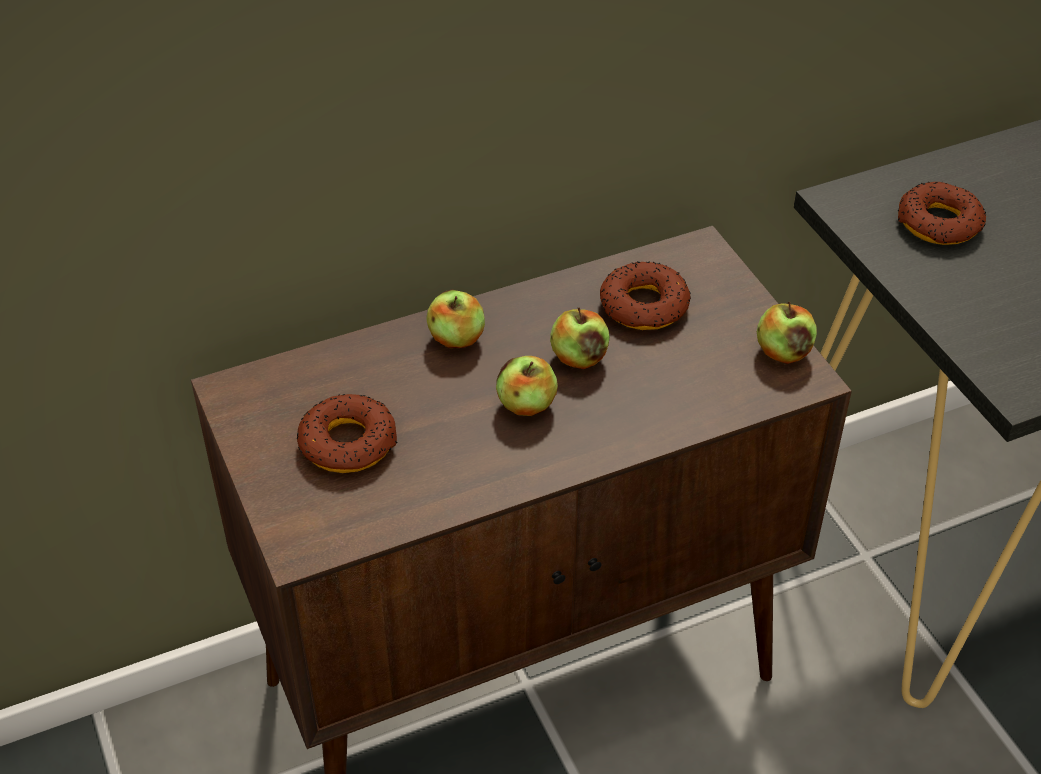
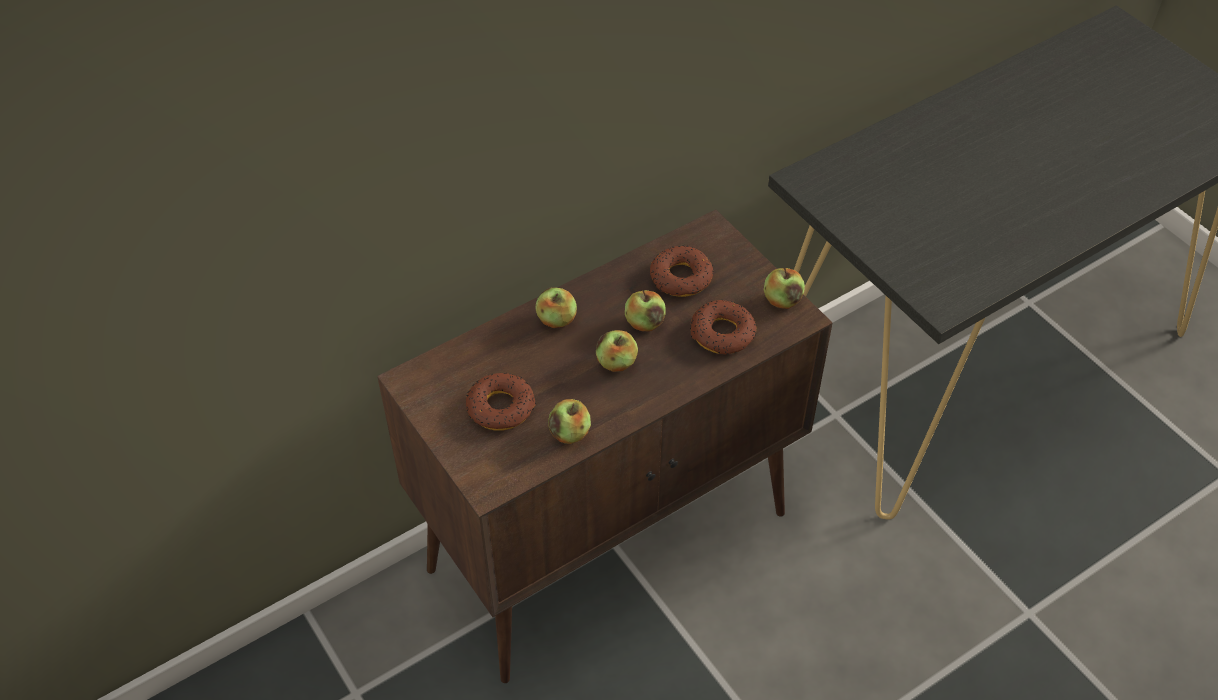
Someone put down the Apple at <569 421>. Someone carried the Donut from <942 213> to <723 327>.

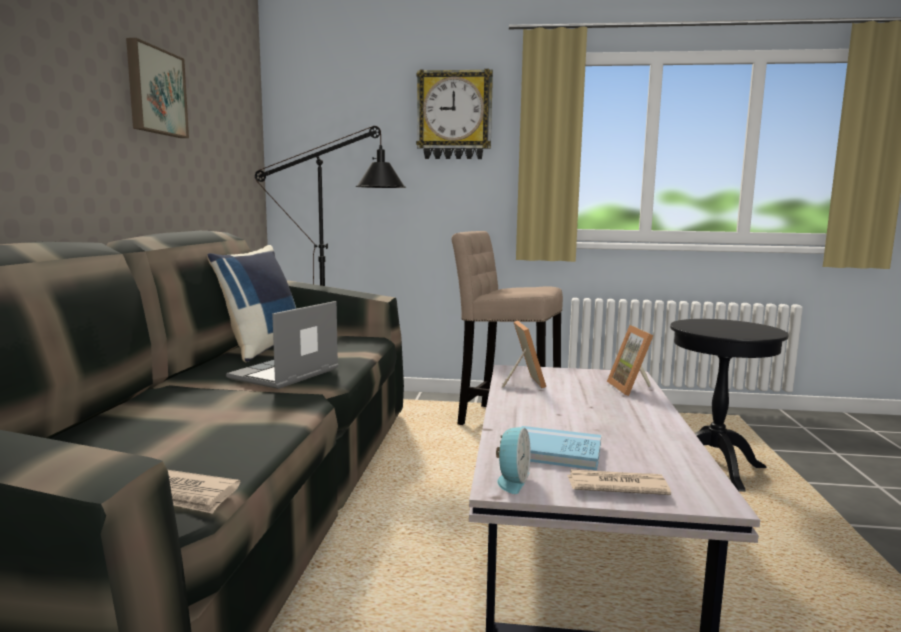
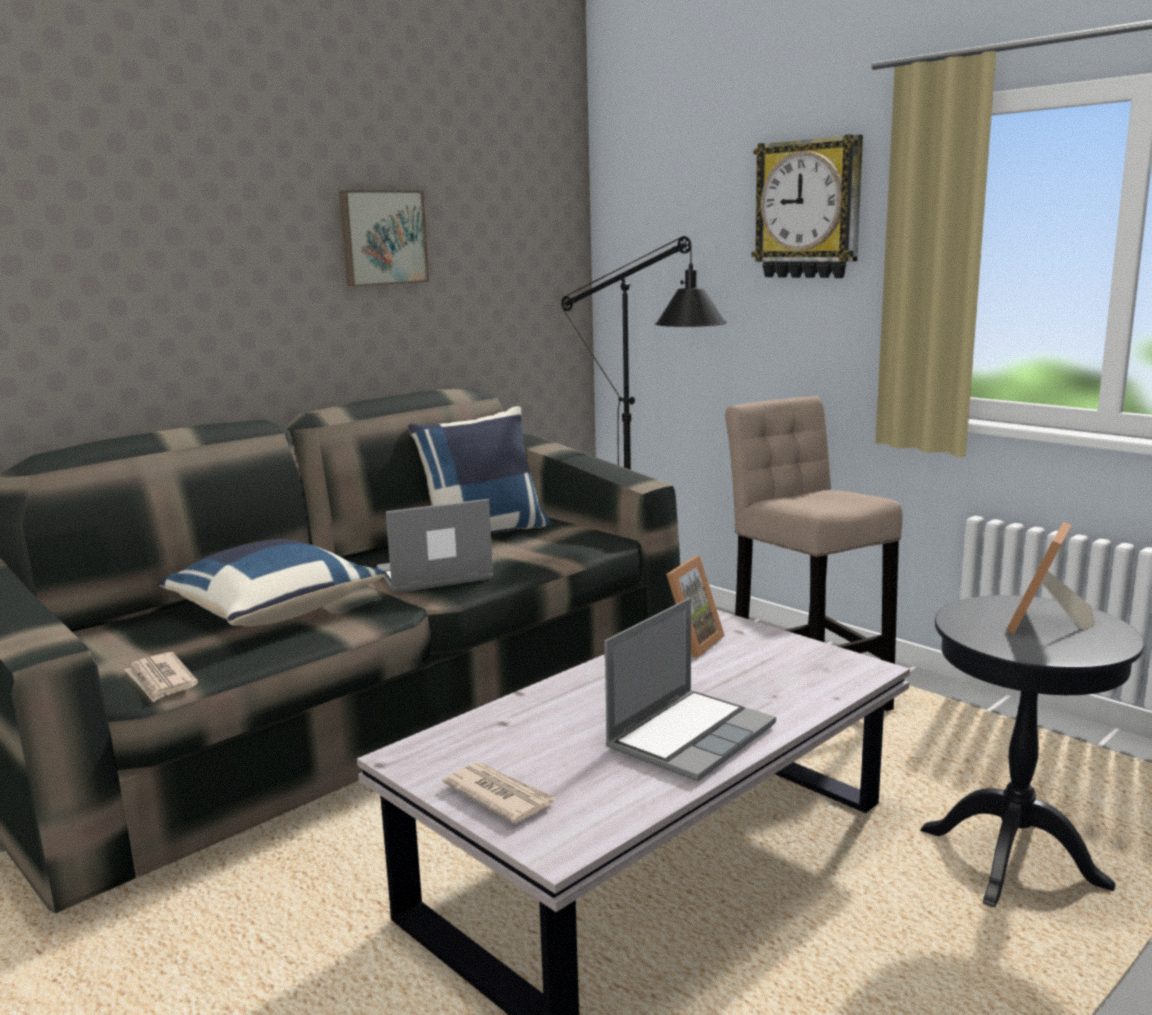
Someone put down the BluePillow at <272 582>. Someone put down the Laptop at <690 689>. Someone carried the PictureFrame from <630 360> to <1051 578>. Someone took away the AlarmClock at <513 460>. Someone took away the BlueBook at <561 448>.

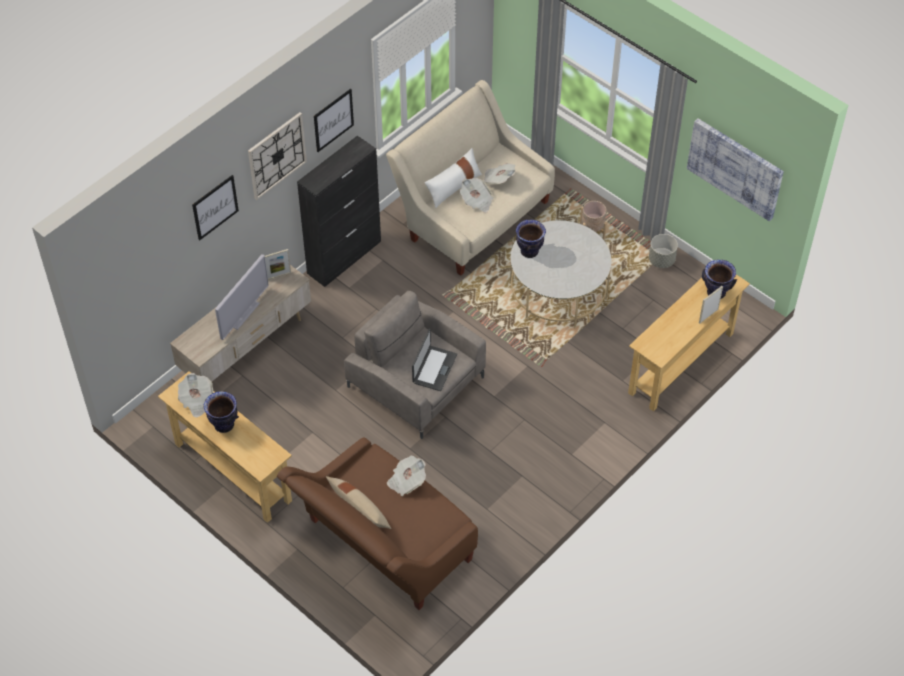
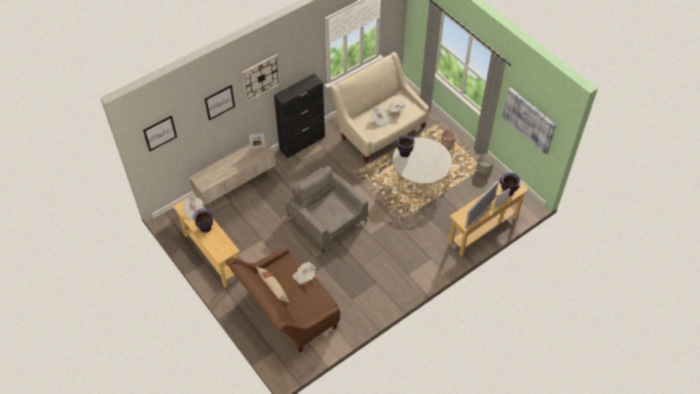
Someone carried the Picture from <334 120> to <160 133>. Someone carried the Television from <242 297> to <482 204>. Someone took away the Laptop at <434 360>. Someone took away the WhitePillow at <453 178>.

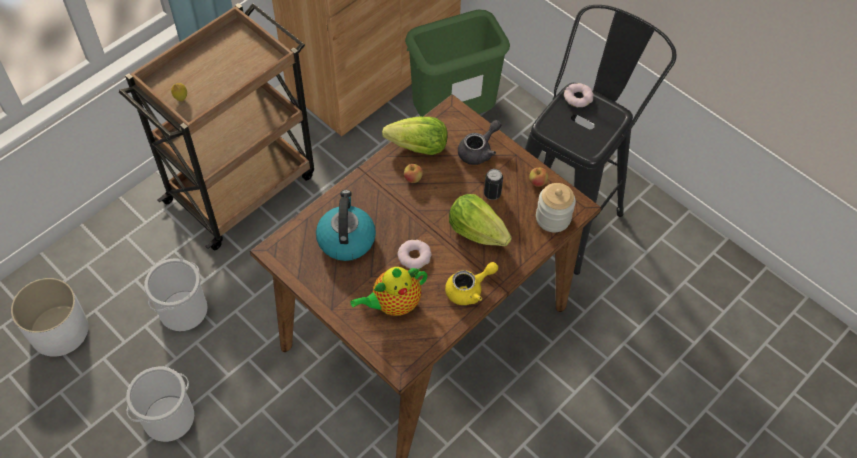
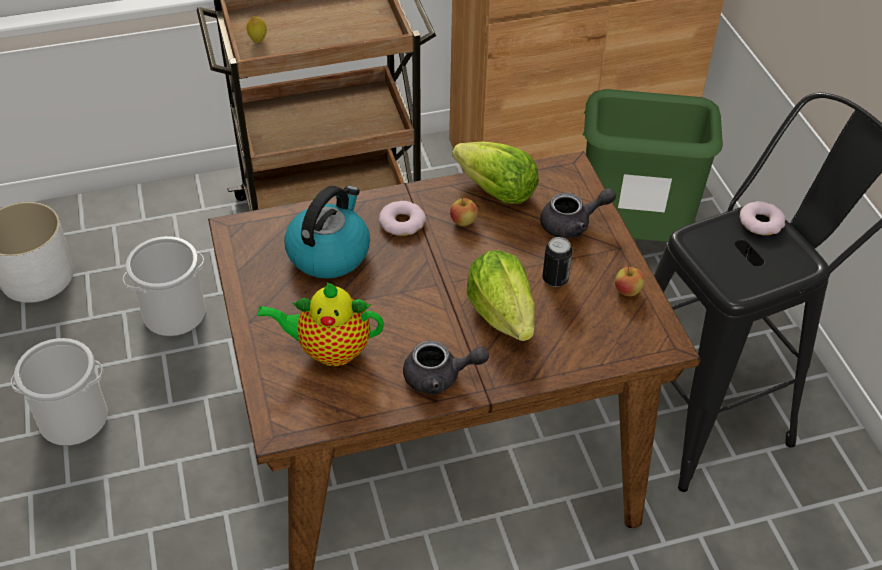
Someone carried the Donut from <415 254> to <402 218>. Someone repainted the YellowTeapot at <471 283>, which became the GreyTeapot at <446 367>. Someone took away the Jar at <556 207>.

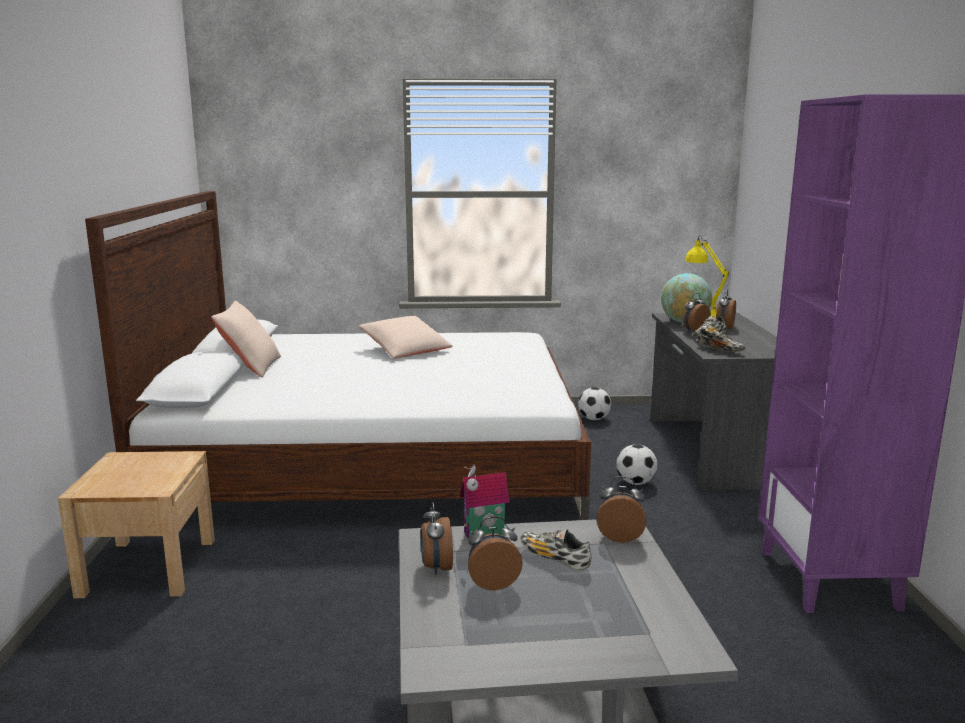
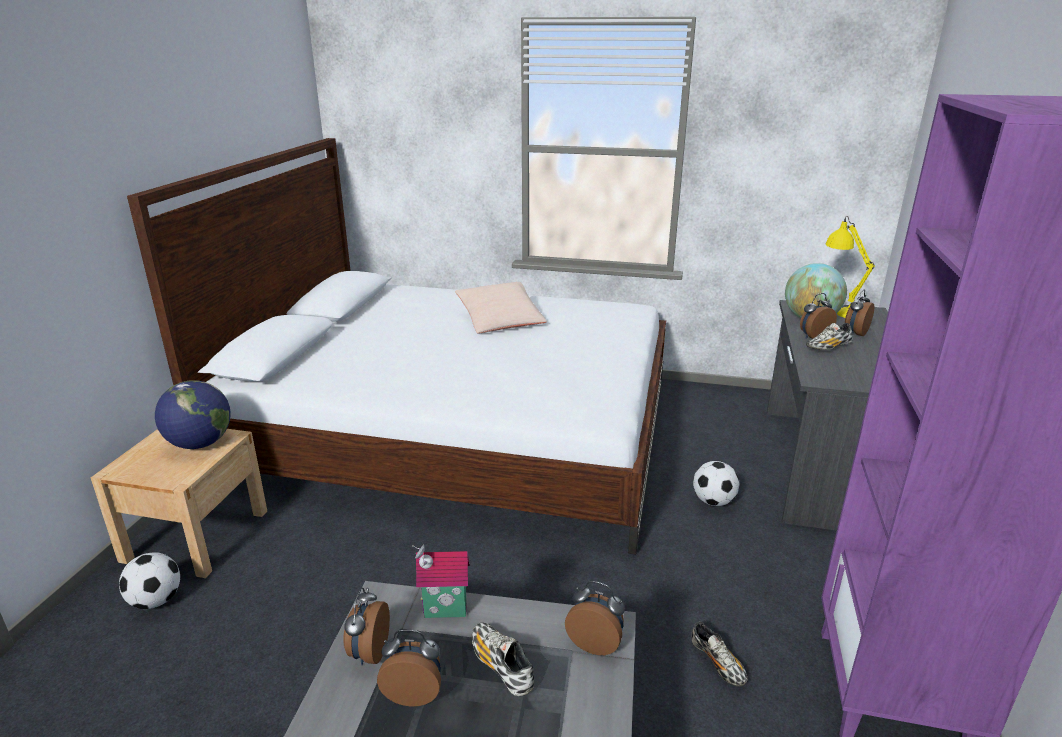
Someone carried the Football from <594 403> to <149 580>. Someone put down the Globe at <193 414>. Someone carried the Shoe from <722 340> to <719 653>. Someone took away the BeigePillow at <246 339>.

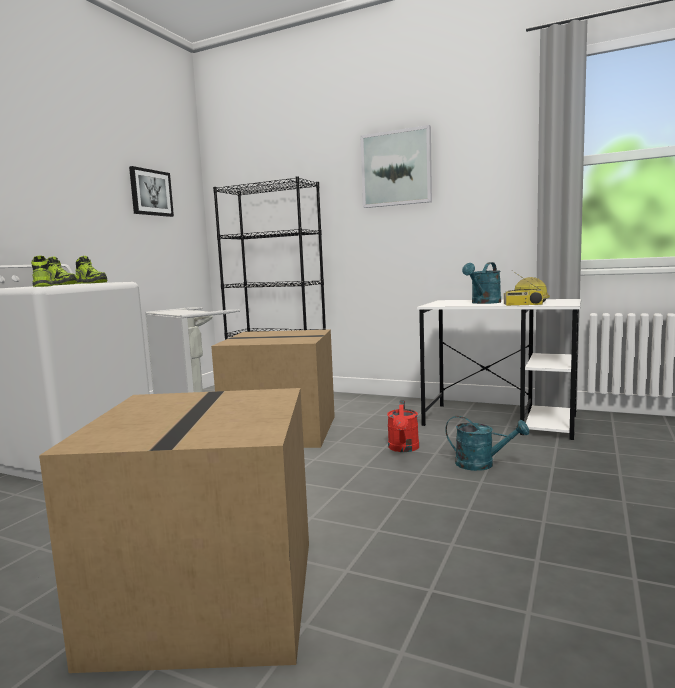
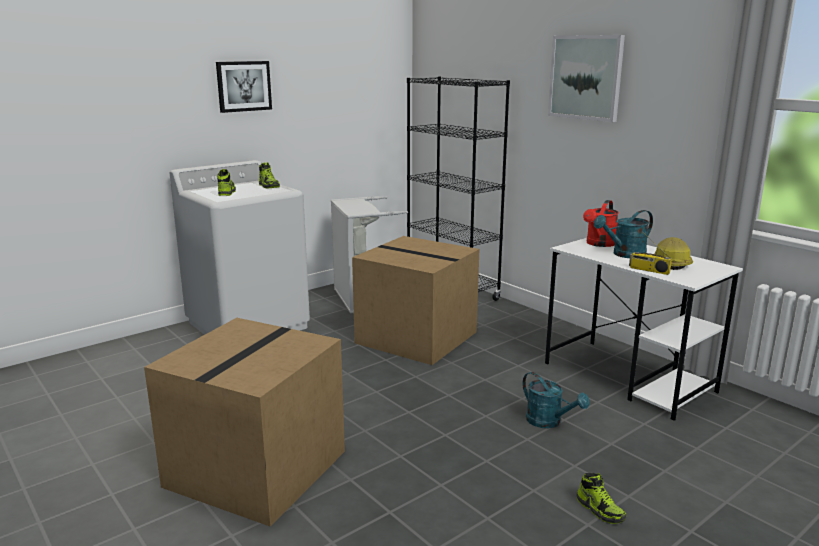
Someone carried the Picture from <151 191> to <244 87>. Someone carried the Shoe from <62 270> to <601 498>. Someone carried the RedWateringCan from <403 426> to <601 223>.

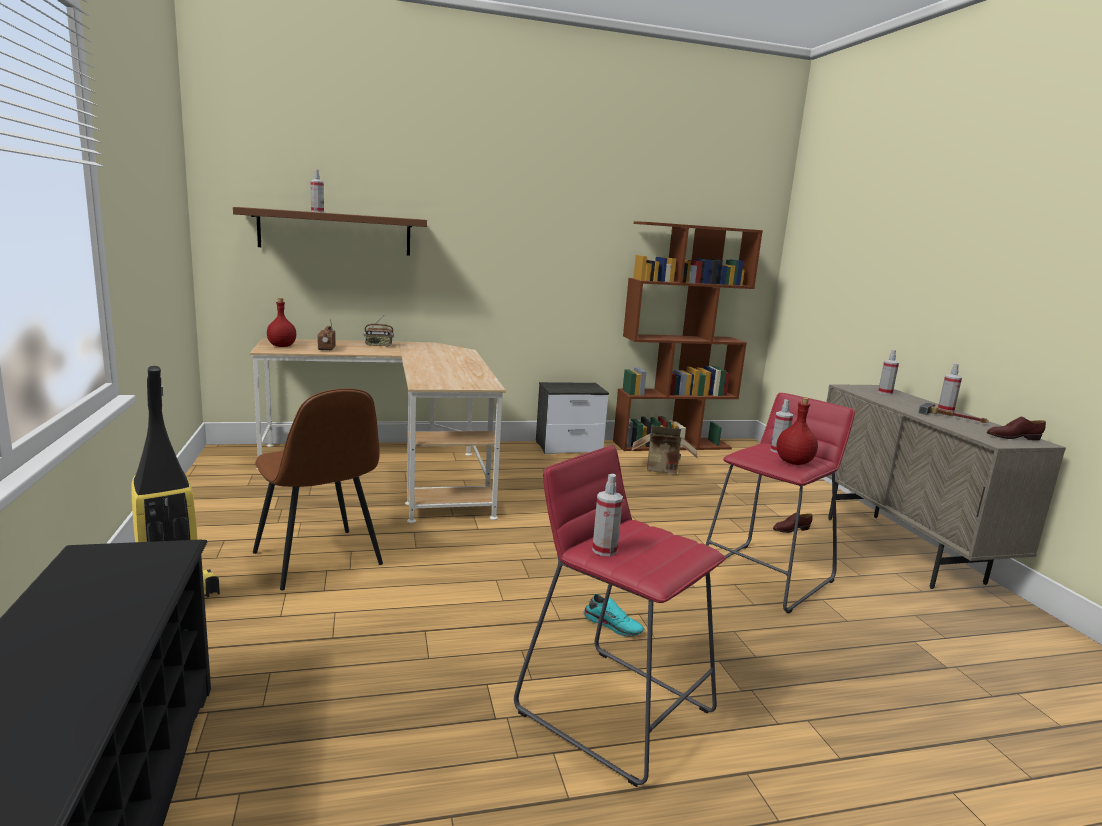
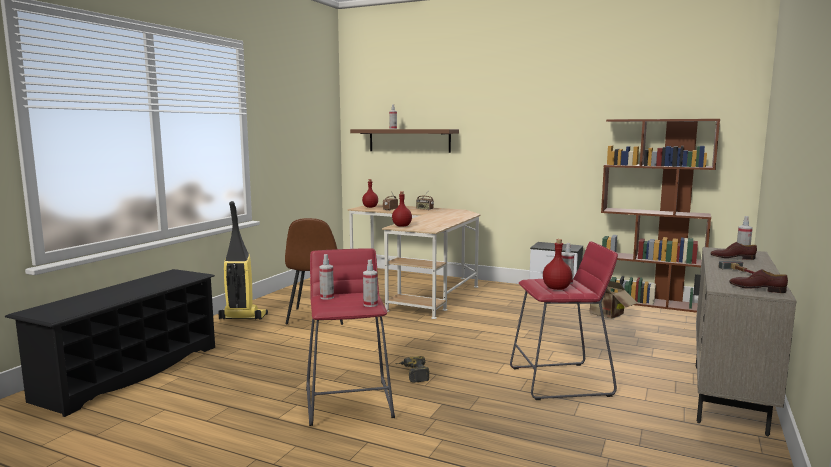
Someone carried the SprayBottle from <950 387> to <370 283>. Someone put down the RedBottle at <402 209>. Someone swapped the TurquoiseShoe at <613 615> for the PowerDrill at <412 369>. Someone carried the BrownShoe from <792 523> to <733 251>.

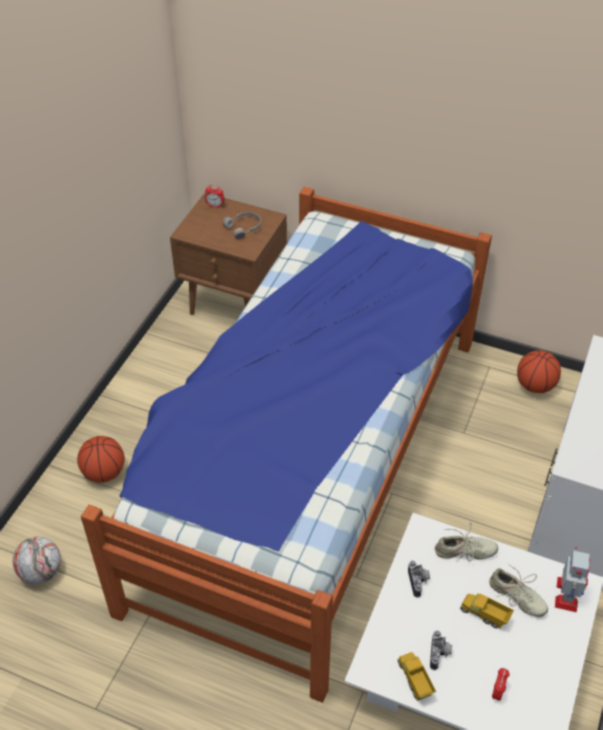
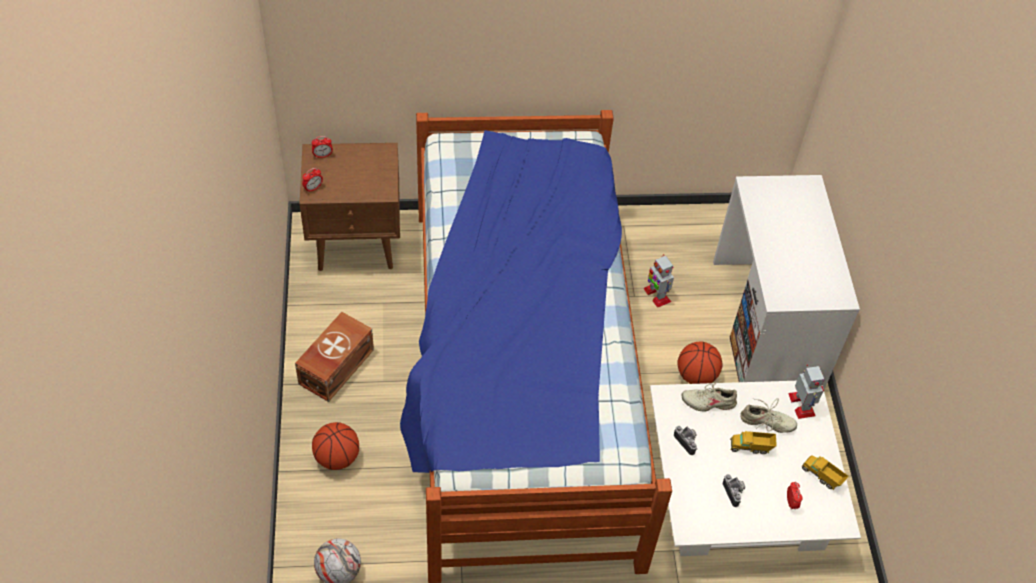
Someone put down the BrownStorageBox at <334 357>. Someone put down the AlarmClock at <312 180>. Someone put down the ToyRobot at <658 281>. Someone carried the Basketball from <539 371> to <699 363>. Someone rotated the BeigeShoe at <466 542> by 150 degrees counterclockwise. Someone carried the ToyTruck from <417 676> to <825 473>. Someone took away the GreyHeadphones at <241 225>.

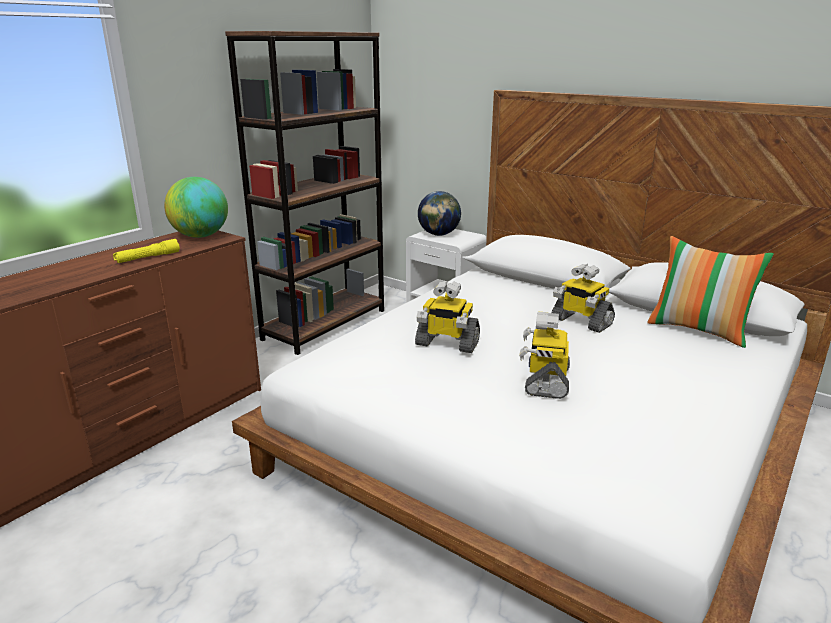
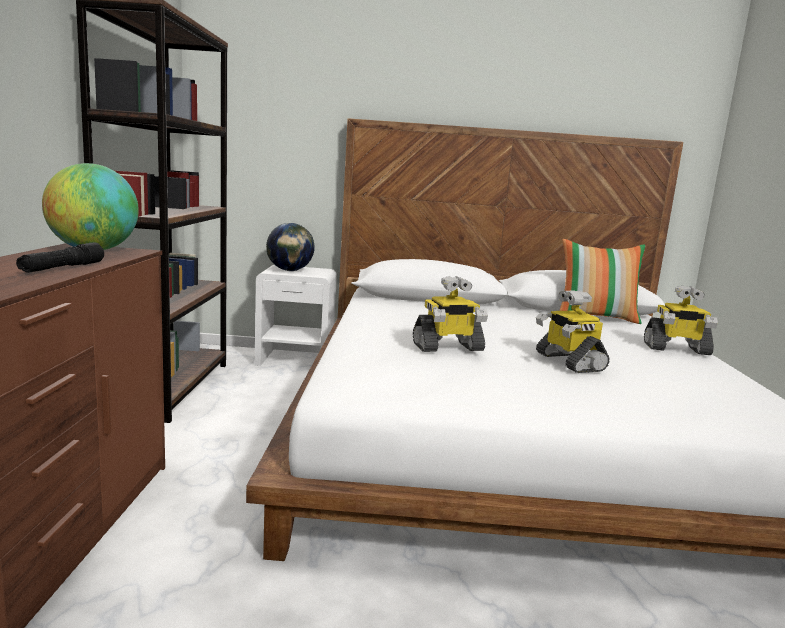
Someone repainted the YellowFlashlight at <146 251>, which became the BlackFlashlight at <60 257>. Someone carried the ToyRobot from <583 298> to <681 320>.

